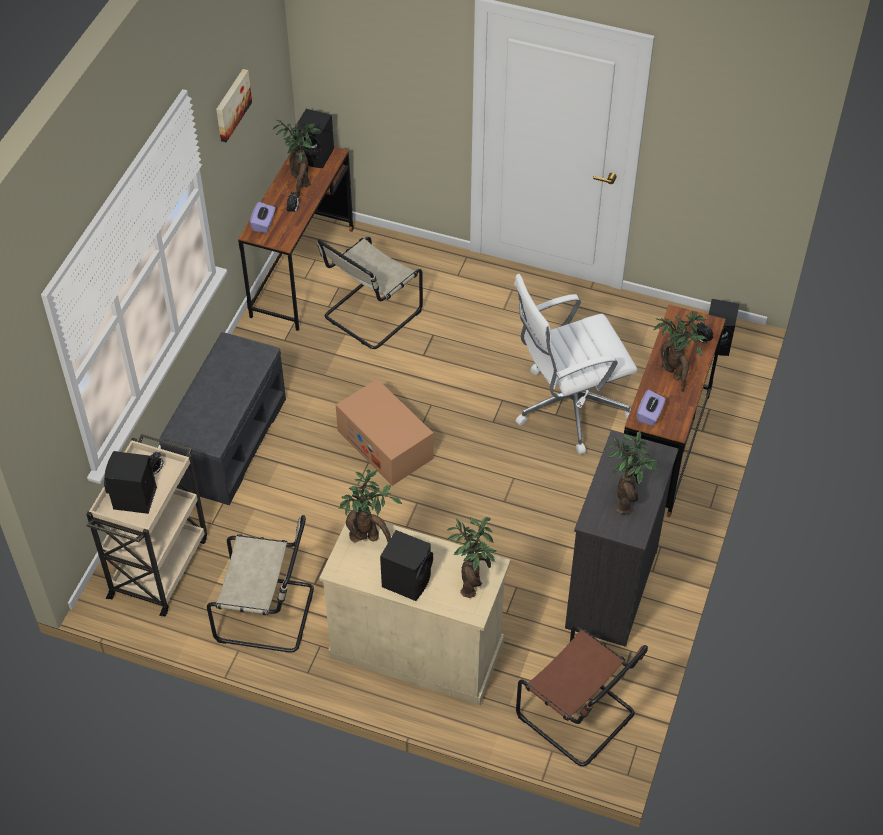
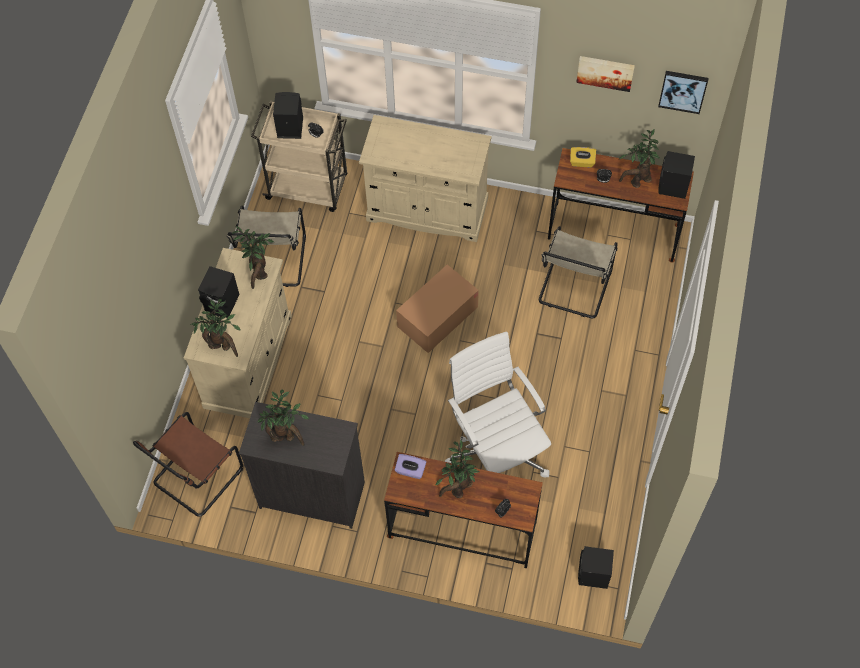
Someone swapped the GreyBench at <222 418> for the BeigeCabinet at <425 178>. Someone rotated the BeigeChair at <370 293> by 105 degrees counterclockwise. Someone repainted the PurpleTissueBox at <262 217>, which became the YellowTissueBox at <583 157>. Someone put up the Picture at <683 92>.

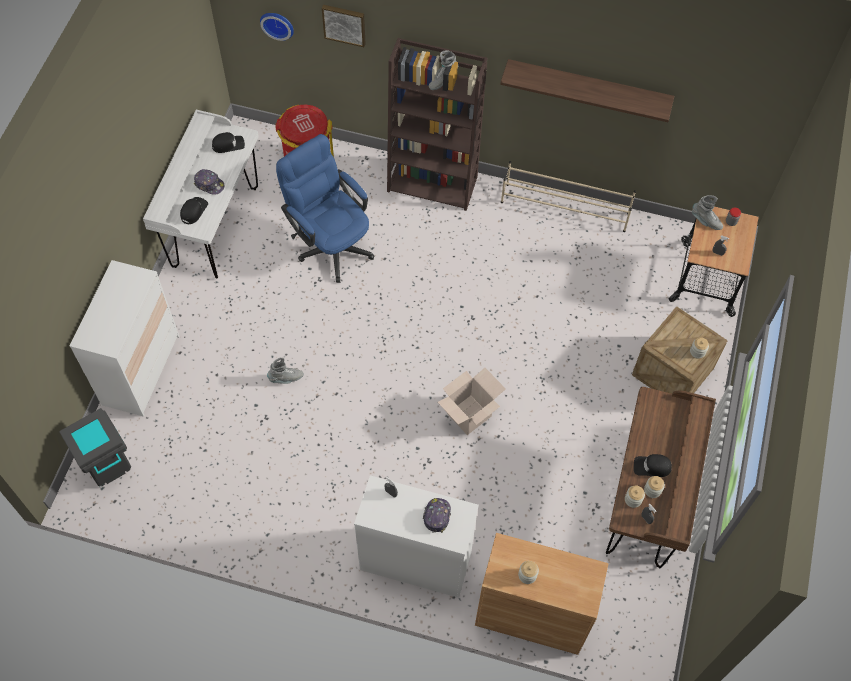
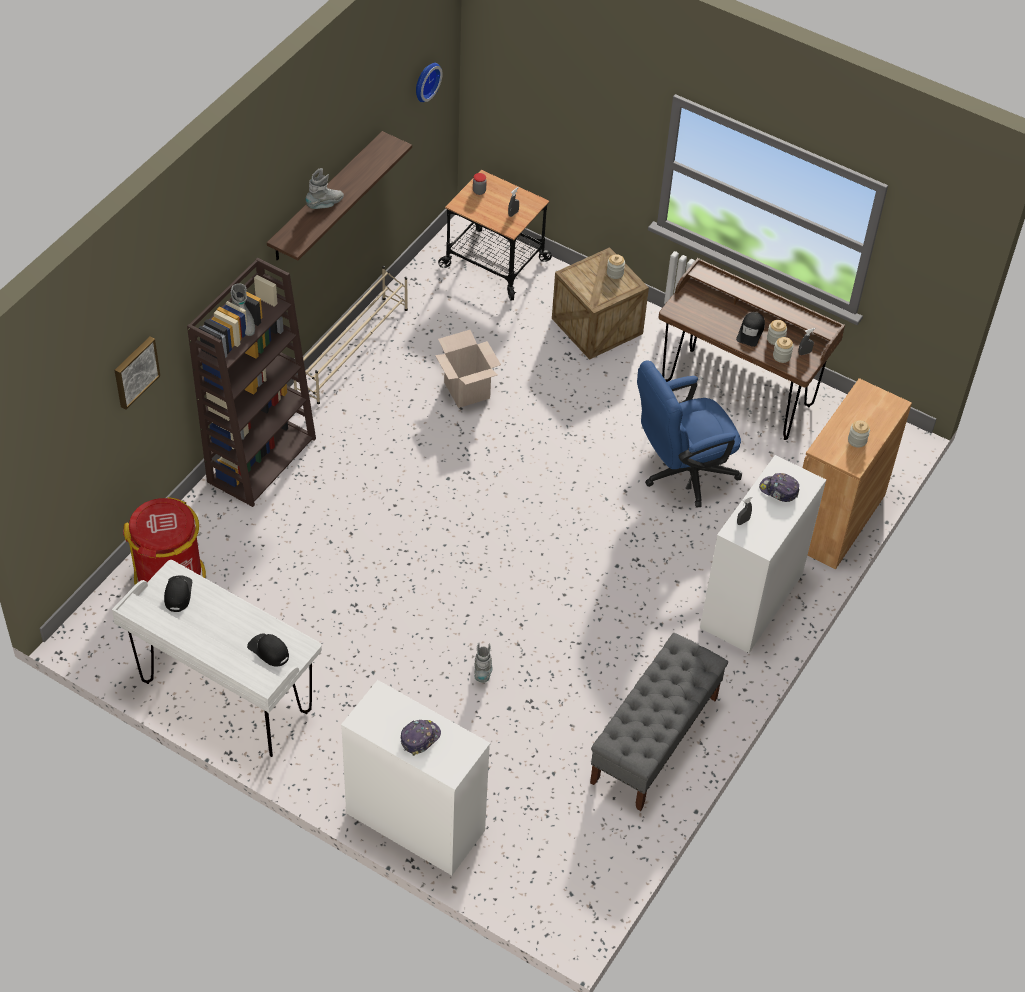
Someone carried the GreyBoot from <707 212> to <325 188>. Someone carried the Cap from <209 182> to <421 738>. Someone carried the WallClock from <277 27> to <429 82>. Someone carried the CardboardBox from <471 401> to <468 369>. Someone put down the GreyBench at <659 722>. Someone carried the BlueOfficeChair from <325 208> to <689 434>. Someone took away the GreyTrashCan at <95 447>.

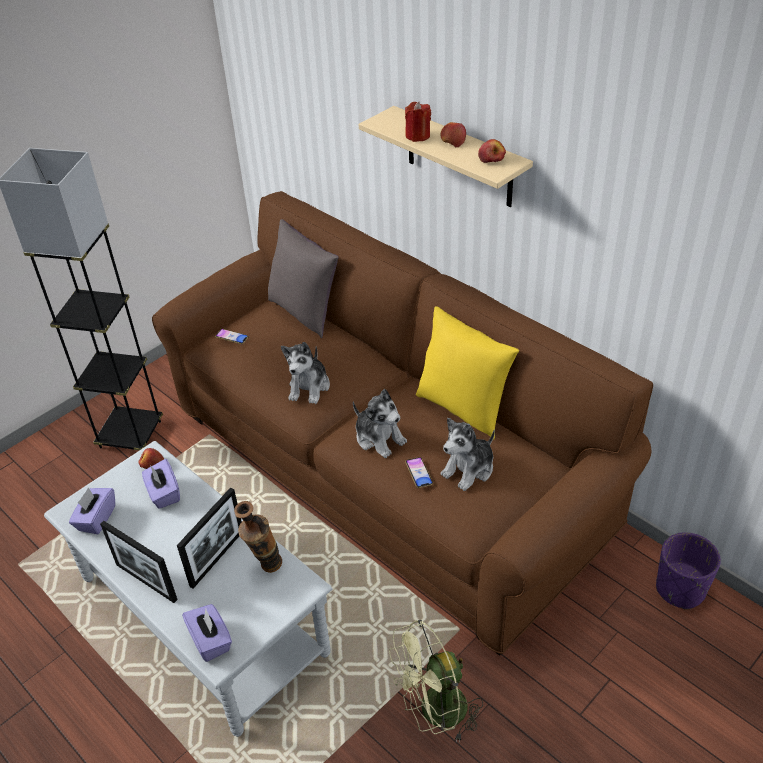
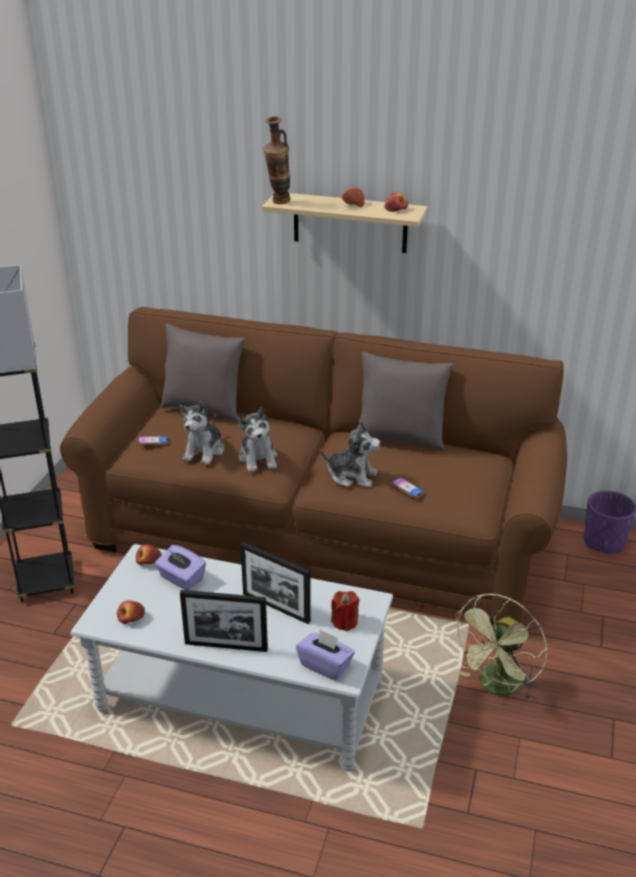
Someone swapped the PurpleTissueBox at <92 510> for the Apple at <131 612>. Someone carried the PlushToy from <468 454> to <201 433>. Someone rotated the PictureFrame at <209 538> by 120 degrees clockwise. Someone carried the Vase from <258 537> to <276 160>. Someone carried the RedCandle from <418 122> to <345 611>. Someone repainted the YellowPillow at <467 373>, which became the GreyPillow at <406 402>.

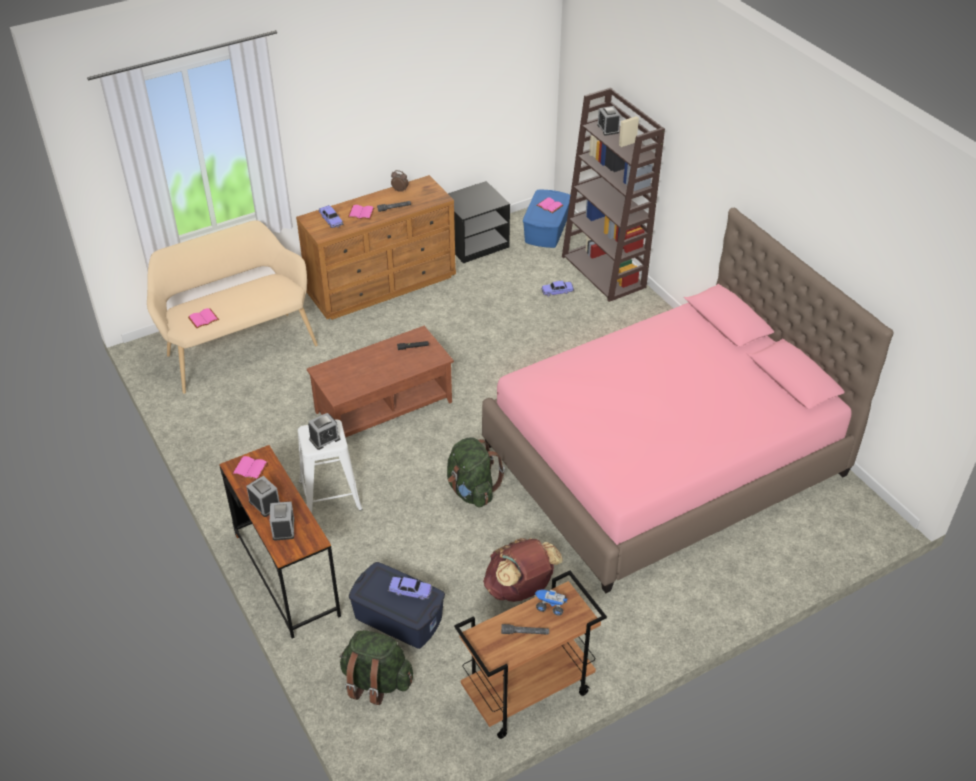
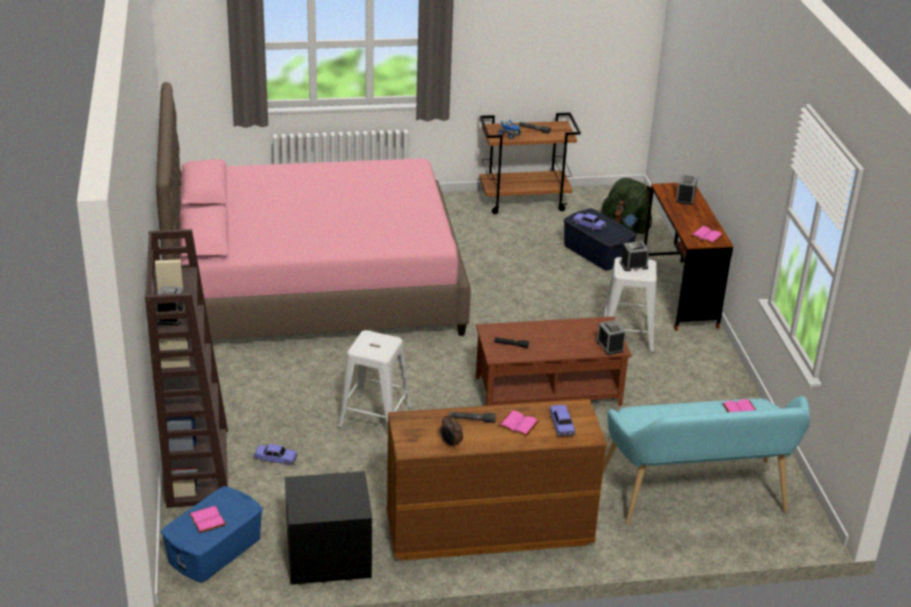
Someone put down the WhiteStool at <375 379>. Someone carried the AlarmClock from <263 496> to <611 337>. Someone repainted the BeigeBench at <232 307>, which became the TurquoiseBench at <706 460>. Someone took away the GreenBackpack at <476 472>. Someone took away the BrownBackpack at <523 570>.

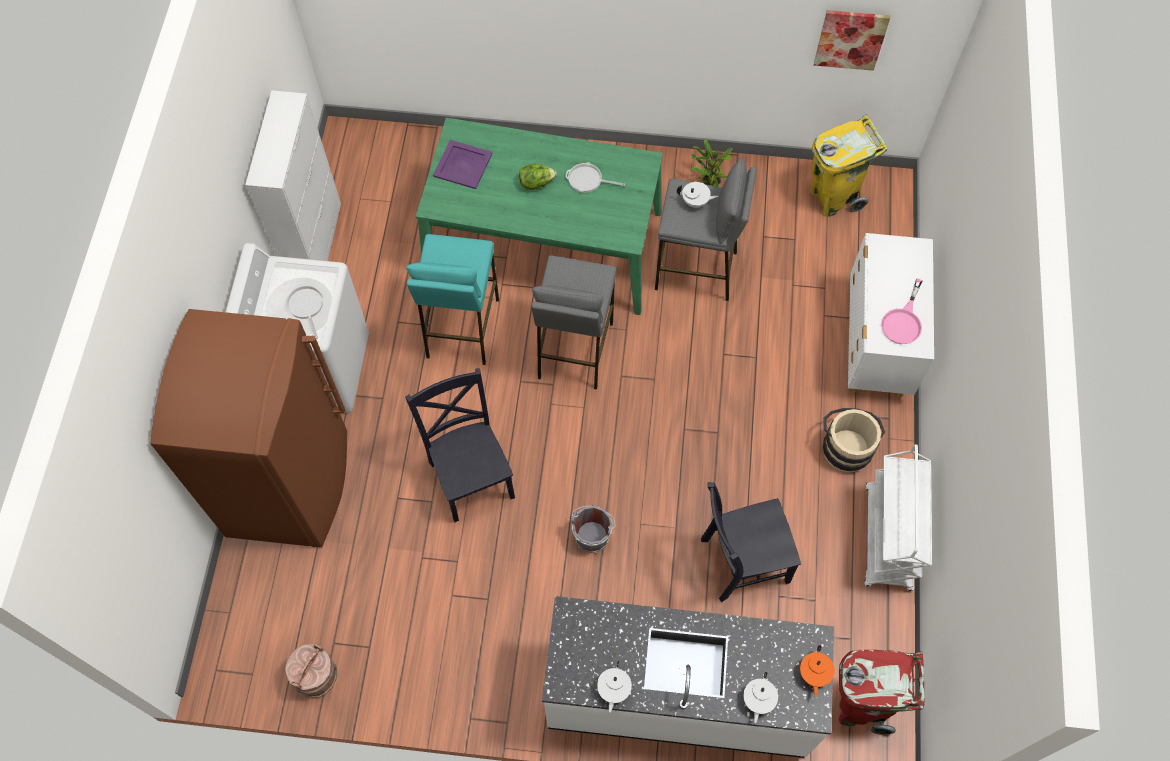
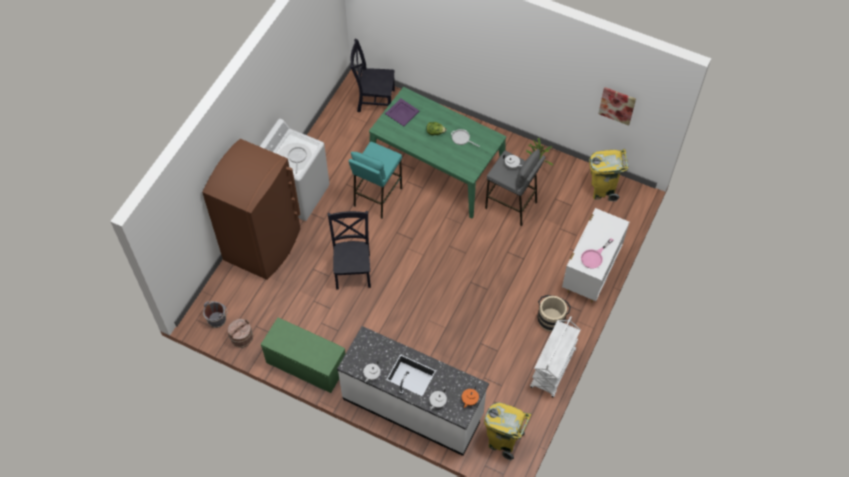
Someone carried the GreyBucket from <593 529> to <215 314>. Someone put down the GreenBench at <303 355>. Someone carried the BlackChair from <751 542> to <372 75>. Someone repainted the RedTrashCan at <882 693>, which became the YellowTrashCan at <507 431>. Someone took away the WhiteCabinet at <293 175>. Someone took away the GreyStool at <574 322>.

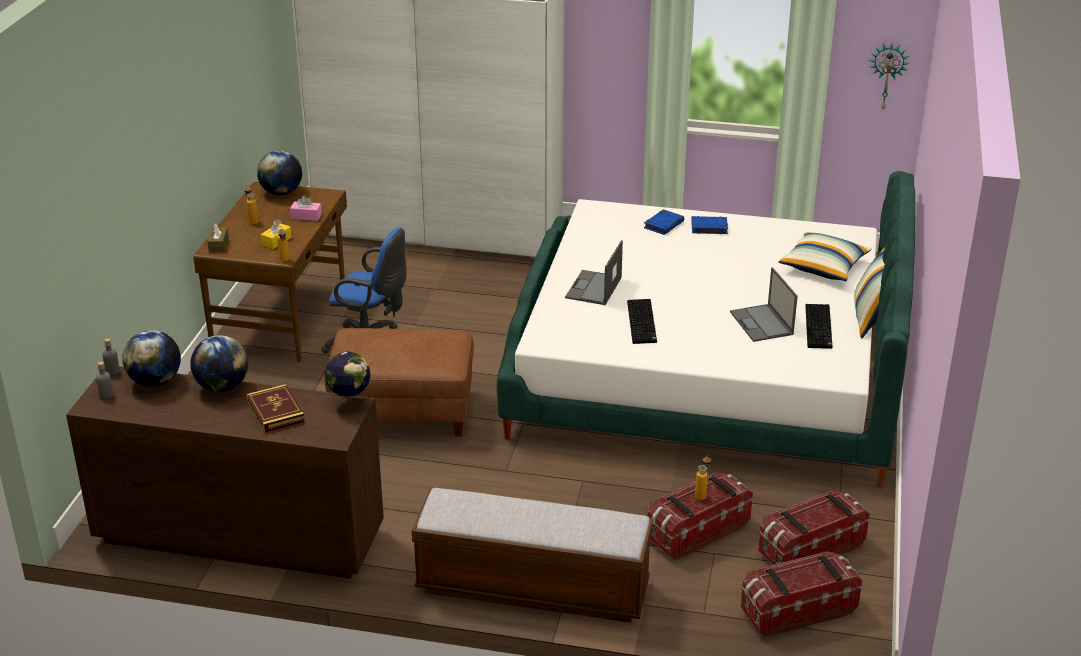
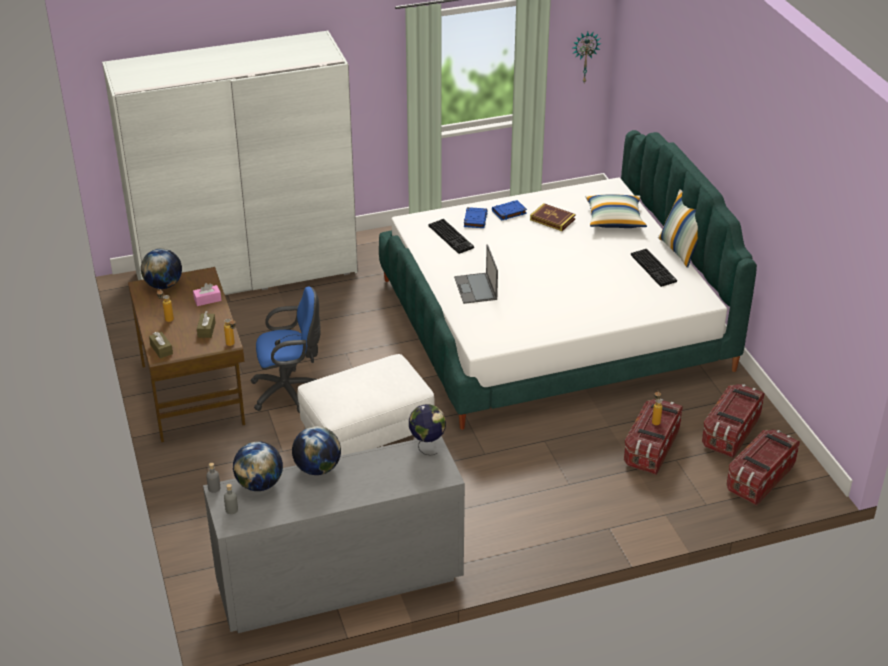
Someone repainted the YellowTissueBox at <276 234>, which became the BrownTissueBox at <206 324>. Someone repainted the BrownDresser at <225 472>, which became the GreyDresser at <334 534>. Someone repainted the BrownOttoman at <399 382>, which became the WhiteOttoman at <366 404>. Someone carried the Keyboard from <642 321> to <451 236>. Someone carried the Book from <276 408> to <553 217>. Someone took away the Bench at <532 555>. Someone took away the Laptop at <764 304>.

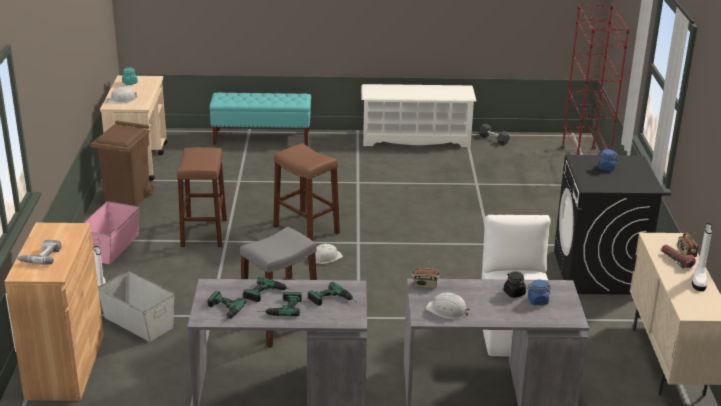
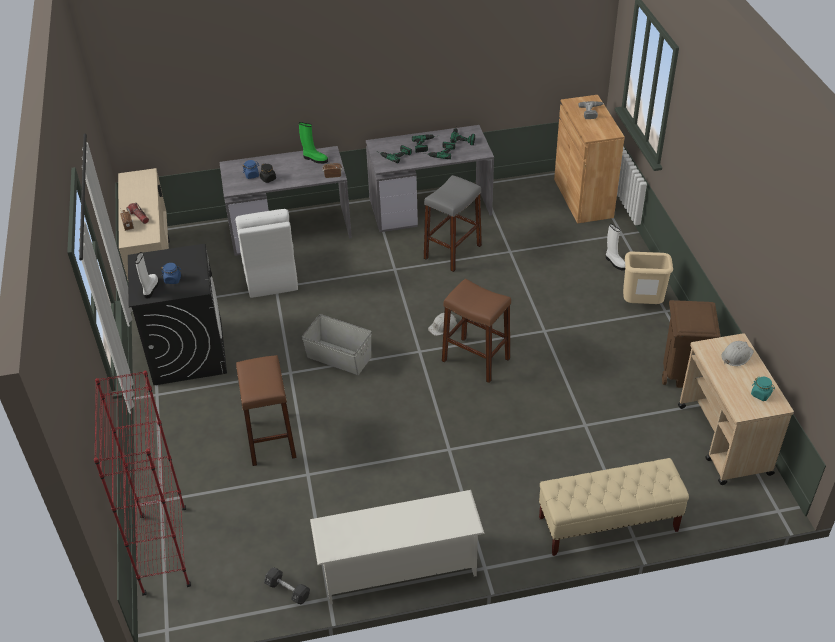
Someone carried the WhiteBoot from <702 257> to <147 275>. Someone carried the BrownStool from <202 197> to <266 410>. Someone swapped the WhiteHardHat at <448 305> for the GreenBoot at <313 143>. Someone carried the GreyStorageBox from <136 306> to <337 344>. Someone repainted the TurquoiseBench at <260 119>, which became the BeigeBench at <614 507>. Someone swapped the PinkStorageBox at <112 232> for the BeigeTrashCan at <648 278>.

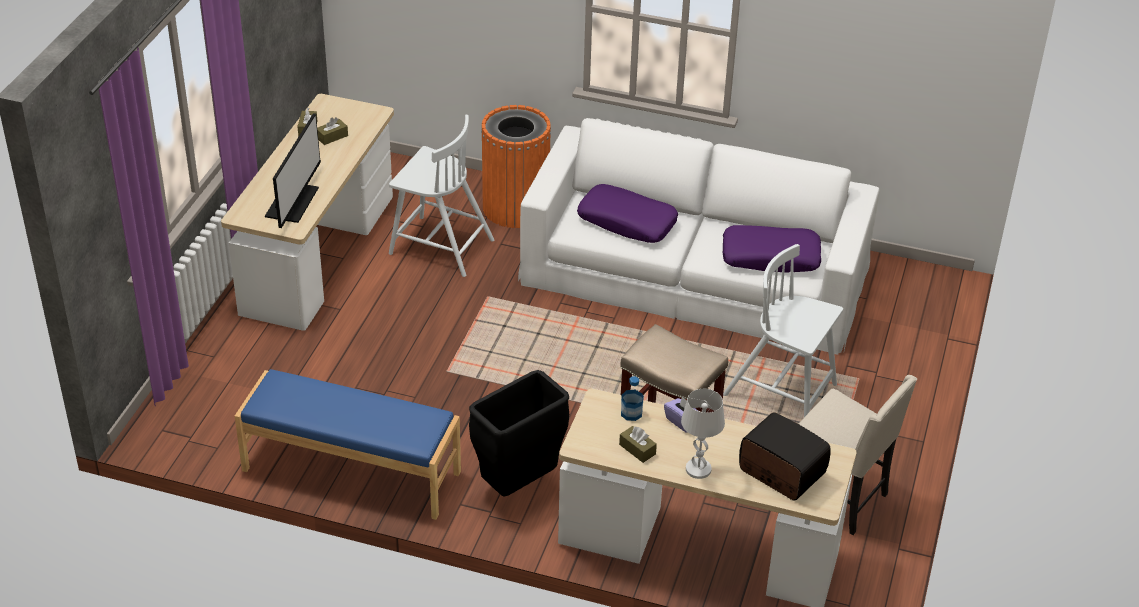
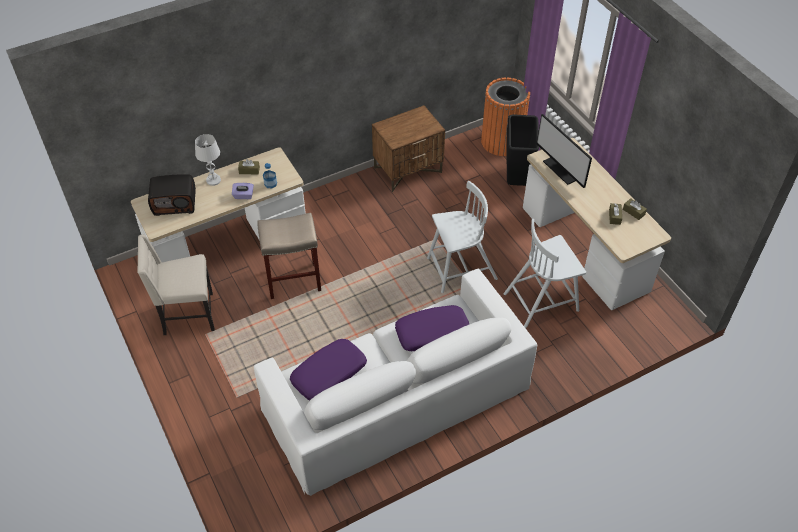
Someone swapped the BlueBench at <348 444> for the BrownNightstand at <408 148>. Someone carried the WhiteChair from <783 330> to <462 237>. Someone carried the OrangeTrashCan from <516 166> to <505 117>. Someone carried the BlackTrashCan from <519 433> to <523 150>.

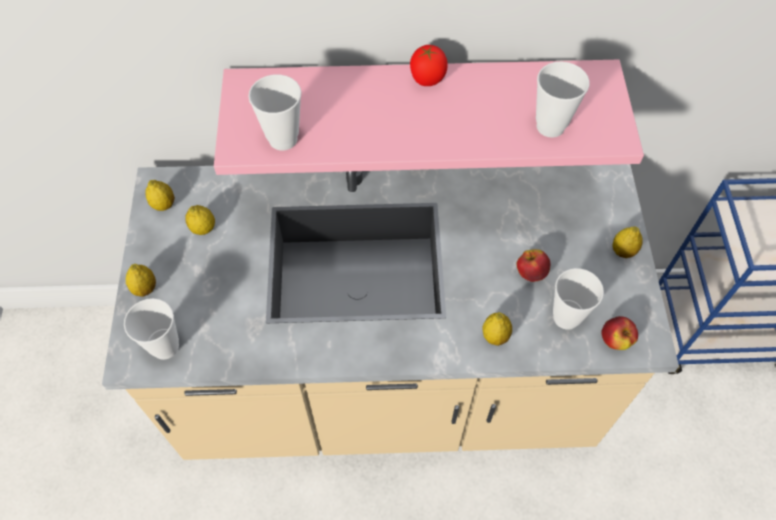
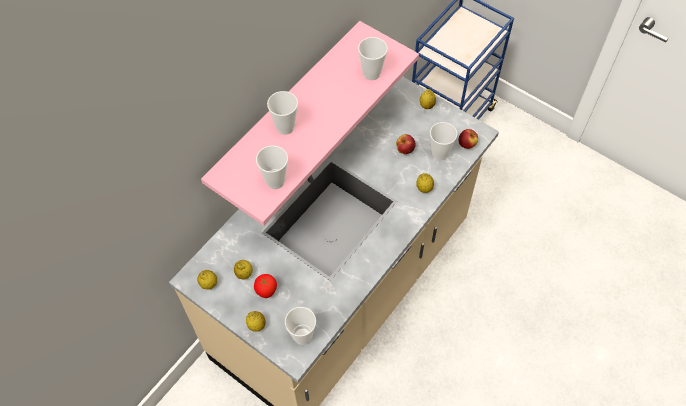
Someone carried the Tomato from <429 65> to <265 286>. Someone put down the Cup at <282 113>.

